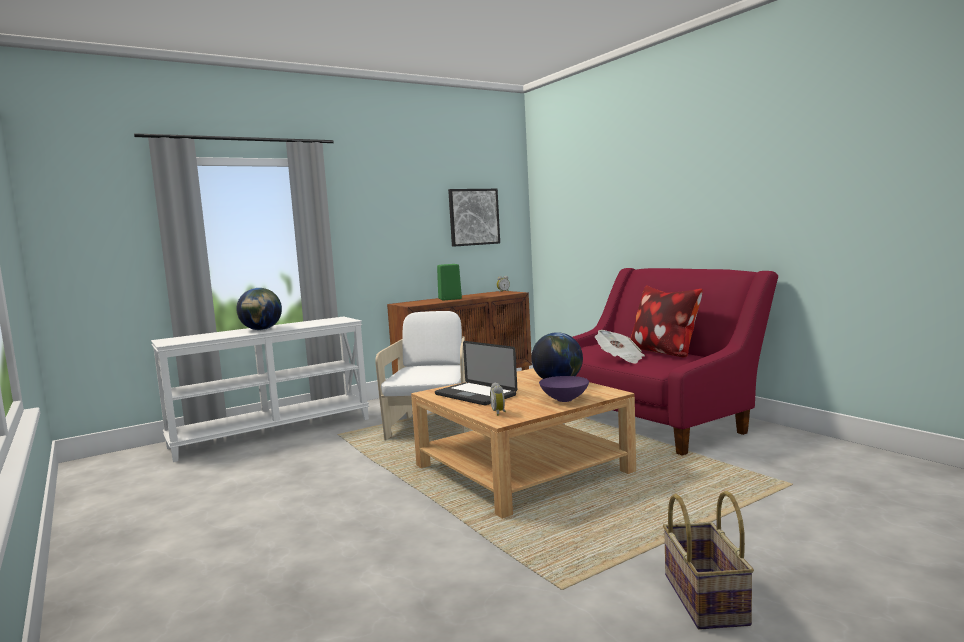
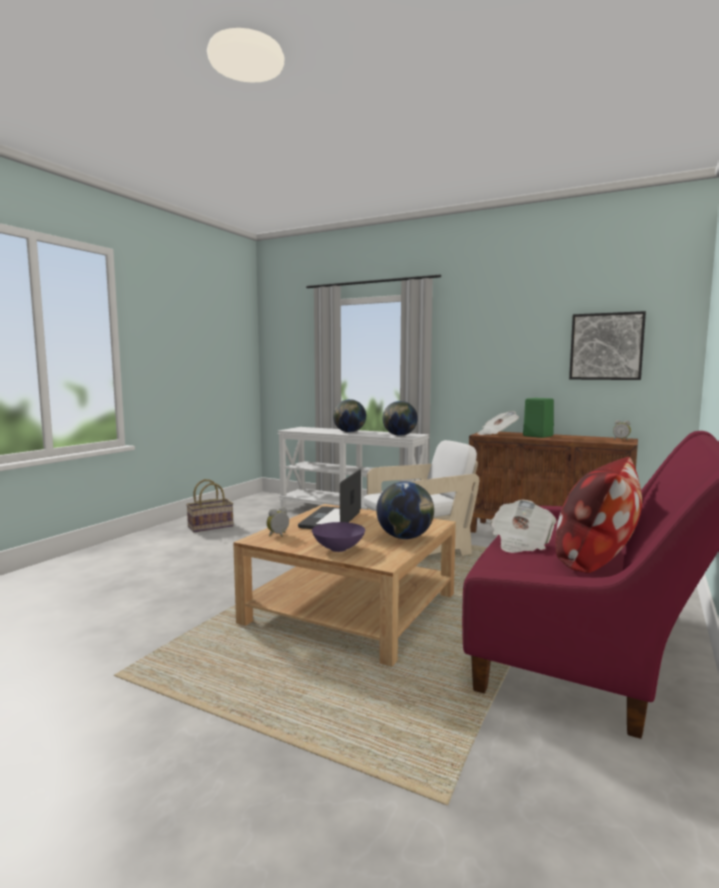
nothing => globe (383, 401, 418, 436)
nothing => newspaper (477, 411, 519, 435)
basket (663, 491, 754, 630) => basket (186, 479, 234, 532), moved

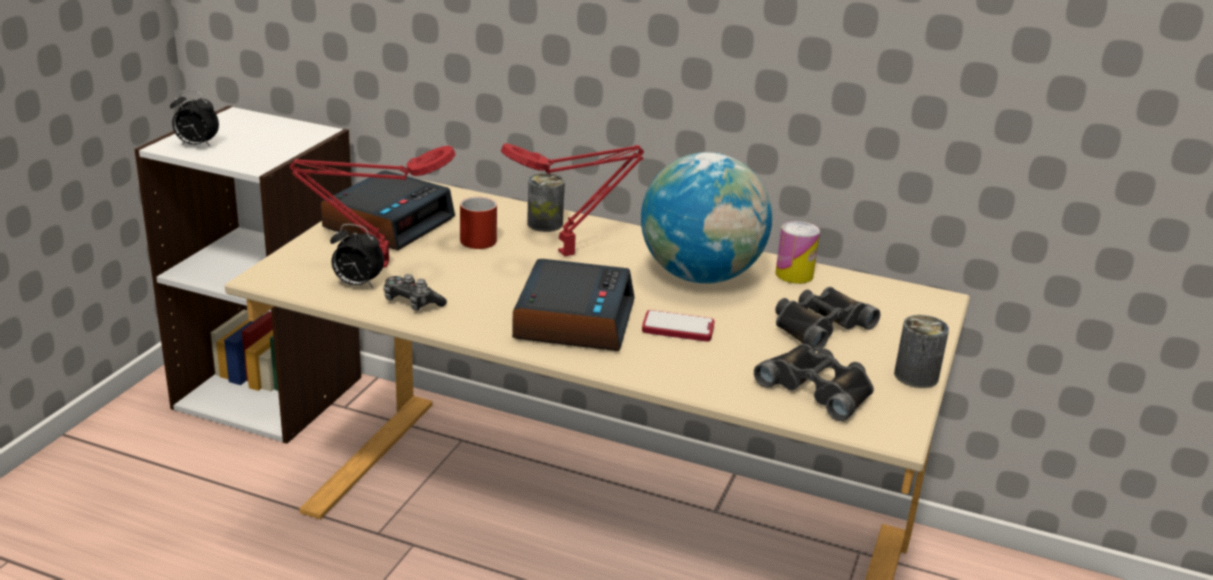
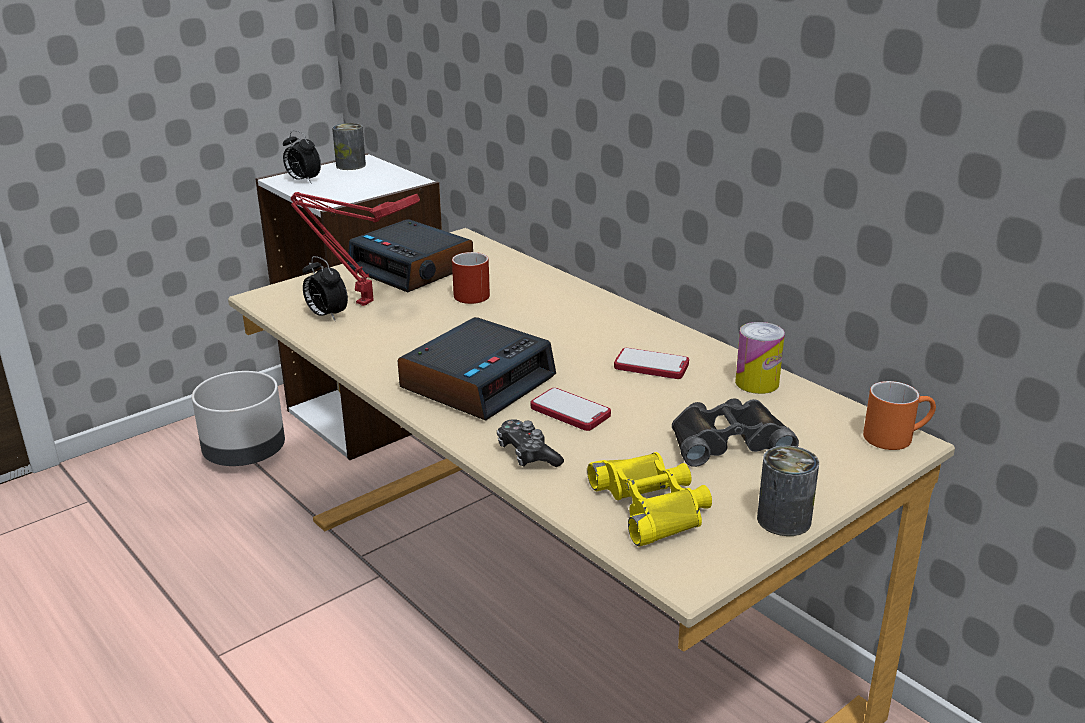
red table lamp (501, 143, 644, 256) => nothing
nothing => grey planter (192, 371, 285, 466)
nothing => orange mug (863, 381, 936, 450)
game controller (383, 274, 447, 311) => game controller (497, 419, 564, 467), moved
can (527, 173, 565, 232) => can (332, 123, 366, 170), moved
globe (641, 152, 772, 284) => phone (614, 348, 689, 379)
black binoculars (754, 344, 874, 421) => yellow binoculars (587, 452, 712, 546)
alarm clock (321, 171, 455, 250) => alarm clock (347, 219, 473, 293), 75 degrees clockwise

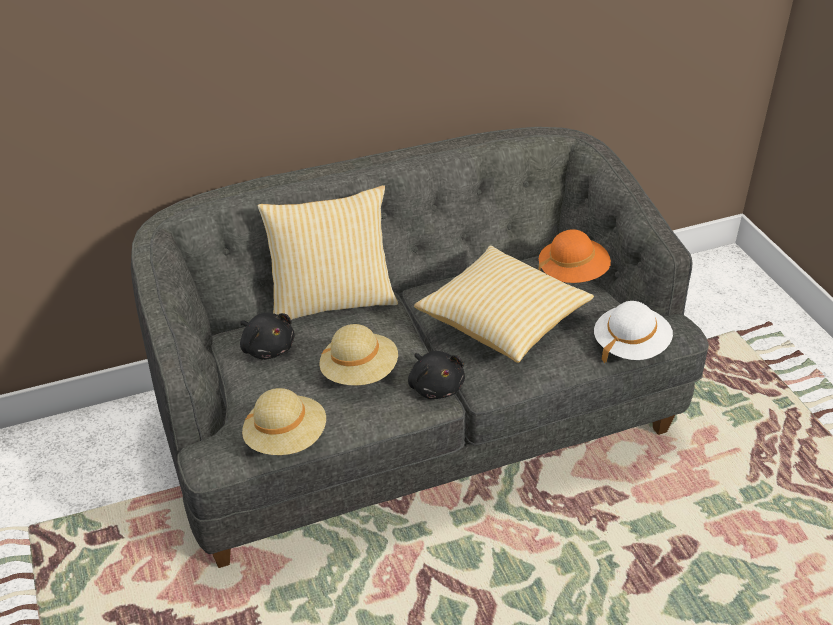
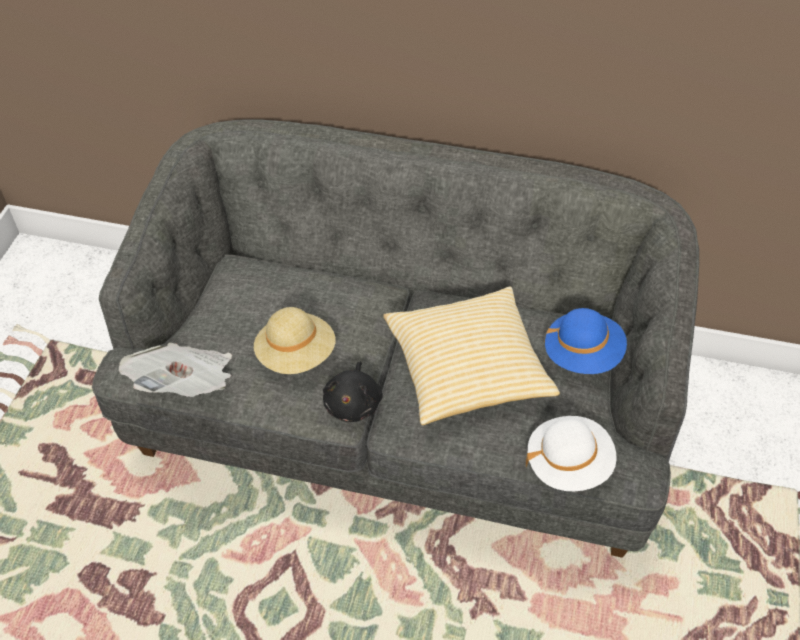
black plush toy (240, 313, 295, 360) => nothing
pillow (258, 185, 398, 320) => nothing
beige hat (242, 388, 326, 455) => newspaper (119, 343, 232, 397)
orange hat (538, 229, 611, 283) => blue hat (544, 308, 627, 374)

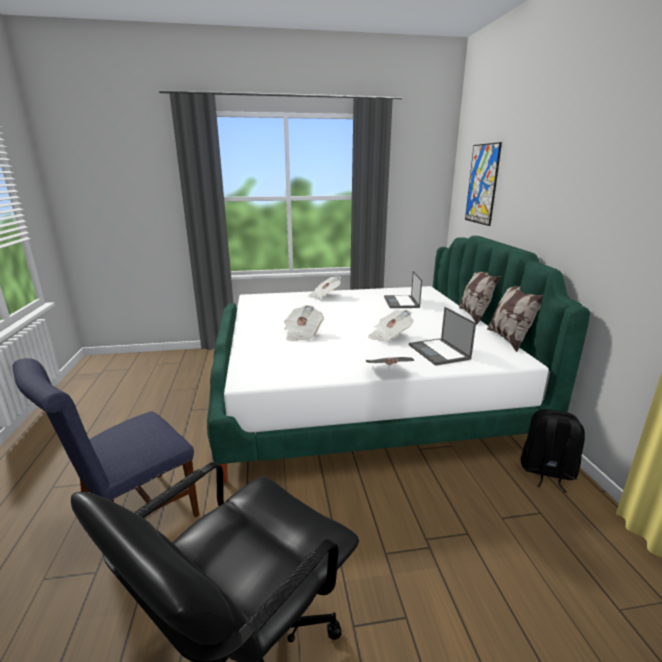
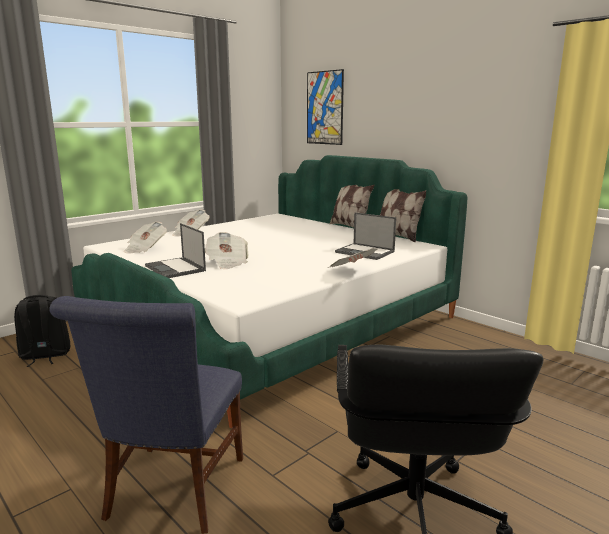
newspaper (368, 310, 413, 342) => newspaper (124, 222, 167, 254), moved
laptop (384, 271, 422, 308) => laptop (145, 223, 206, 278), moved
black backpack (520, 409, 585, 493) => black backpack (14, 295, 70, 367), moved

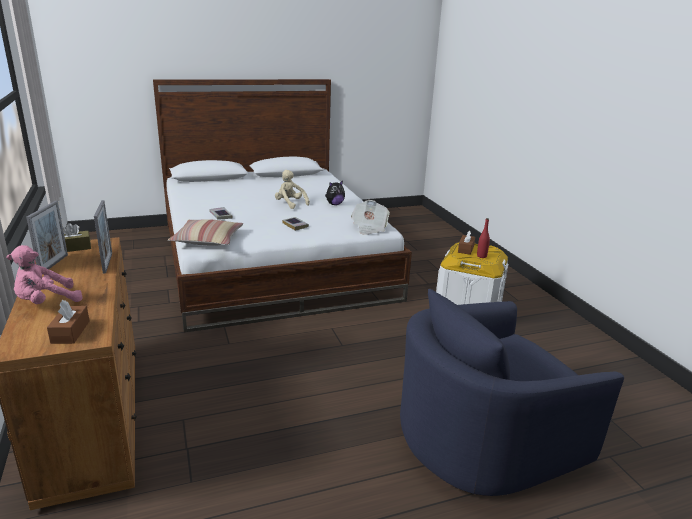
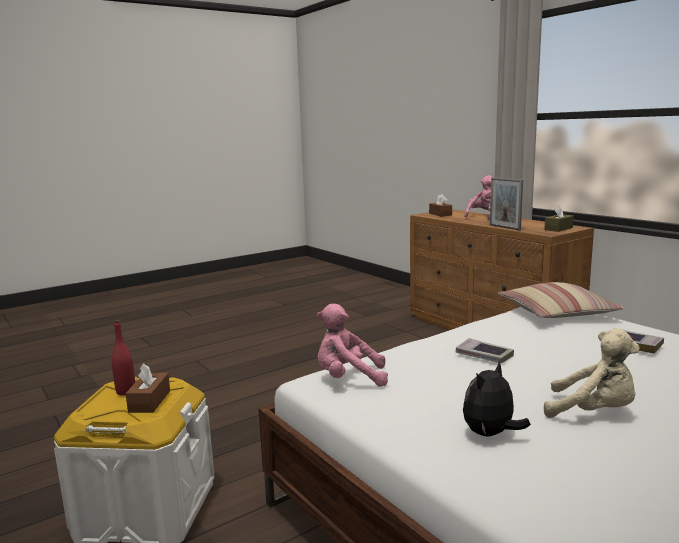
picture frame (26, 201, 68, 269) => nothing
blue armchair (400, 289, 624, 496) => nothing
newspaper (351, 200, 390, 235) => pink plush toy (317, 304, 388, 387)

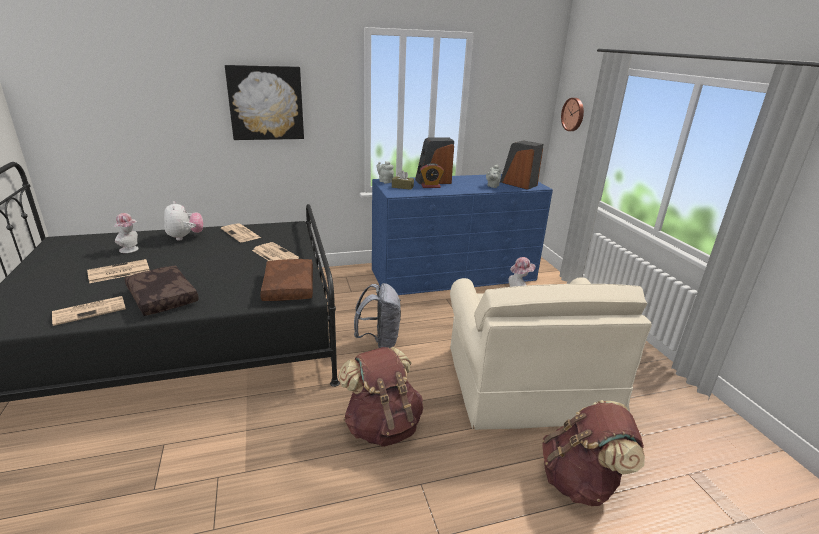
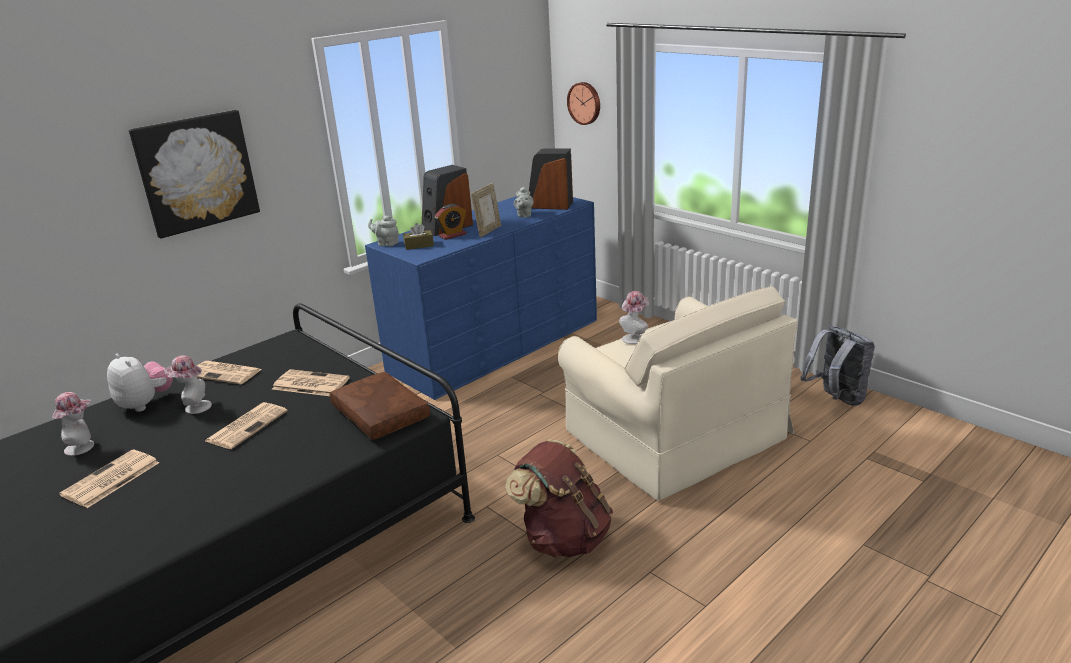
brown pillow (125, 265, 199, 316) => nothing
brown backpack (542, 400, 645, 506) => nothing
nothing => hat (164, 356, 212, 414)
nothing => picture frame (471, 183, 501, 237)
newspaper (52, 296, 126, 326) => newspaper (205, 402, 288, 449), moved
grey backpack (354, 283, 401, 348) => grey backpack (801, 325, 875, 406), moved

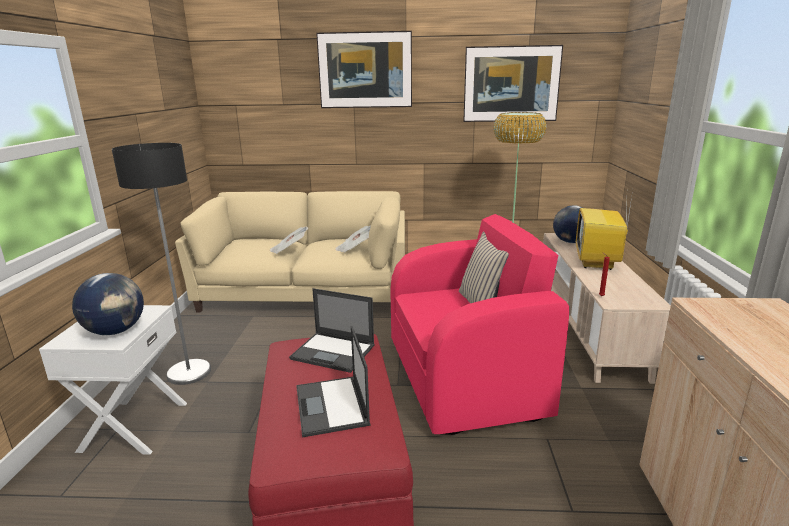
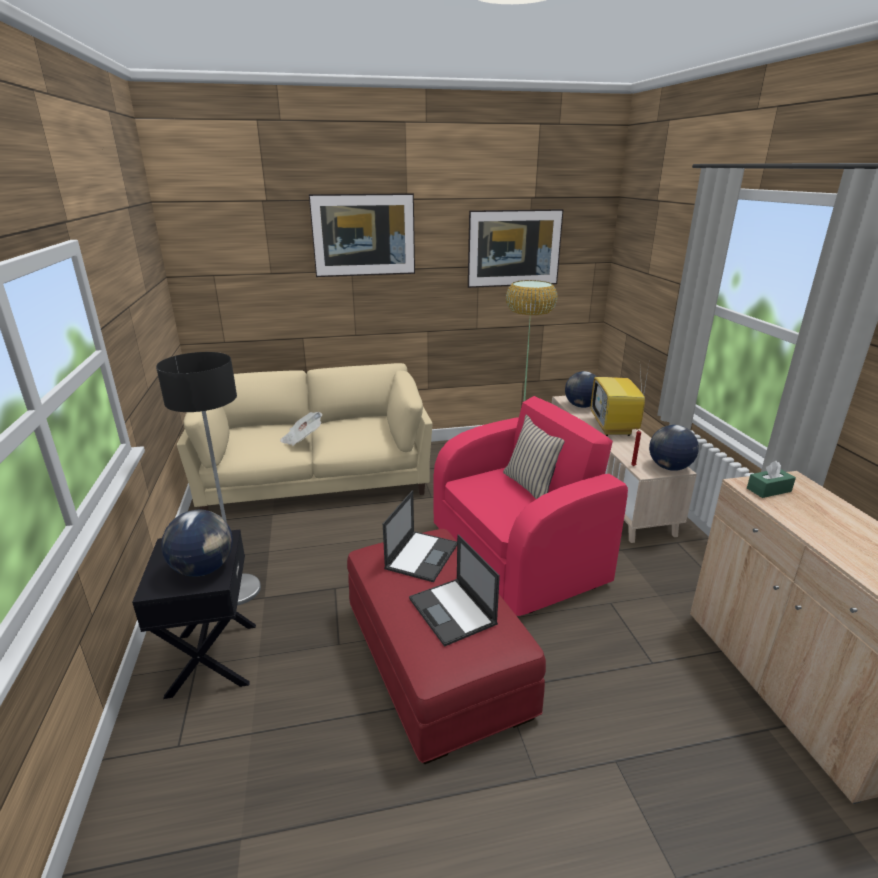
newspaper (335, 225, 371, 253) => nothing
nothing => globe (649, 425, 699, 471)
nothing => green tissue box (747, 461, 796, 498)
white nightstand (39, 305, 187, 455) => black nightstand (132, 530, 256, 699)
laptop (289, 288, 375, 373) => laptop (383, 490, 457, 582), 75 degrees counterclockwise

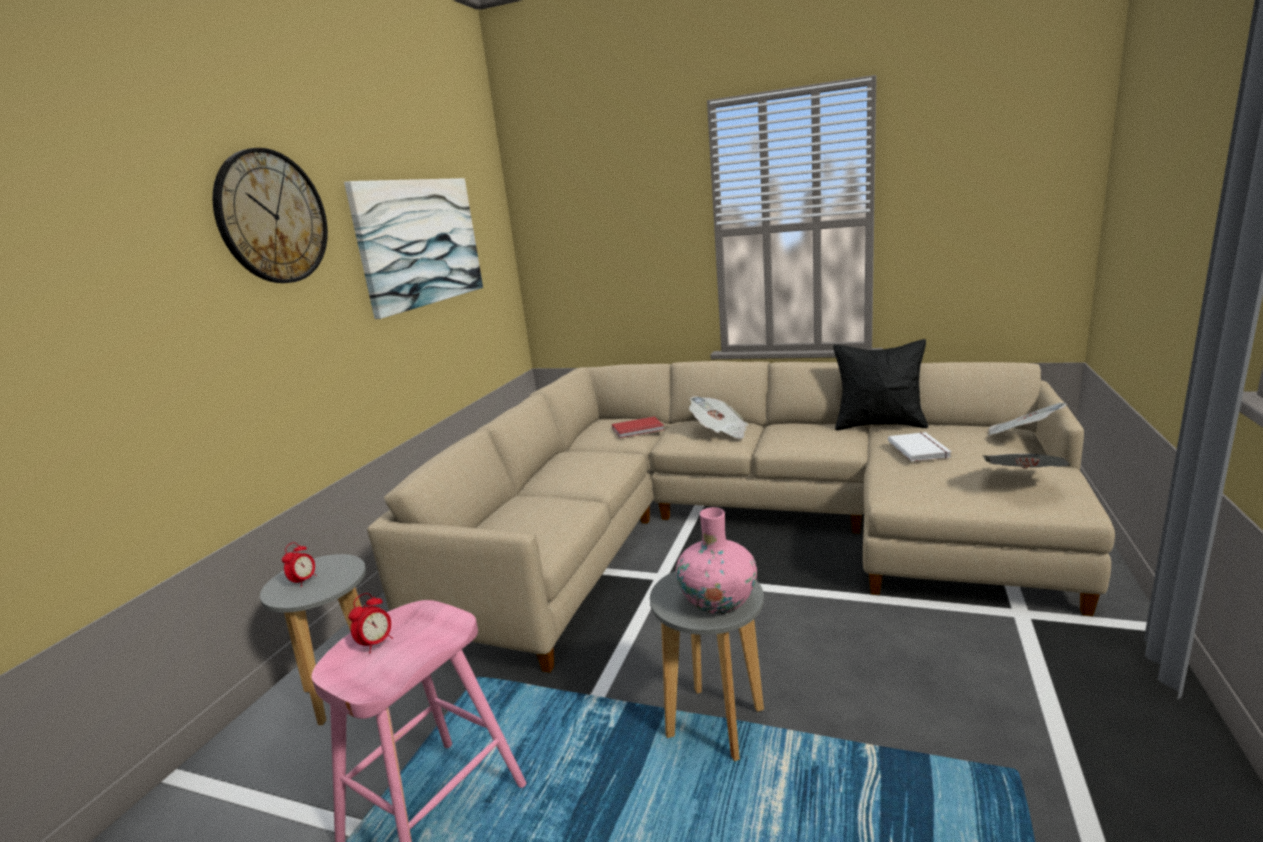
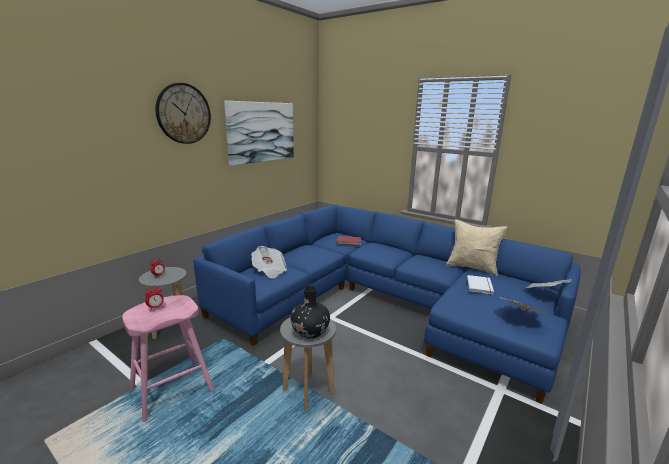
newspaper (689, 396, 748, 439) => newspaper (251, 246, 287, 279), moved
beige sofa (367, 361, 1115, 673) => blue sofa (193, 205, 581, 403)
pink vase (676, 507, 757, 614) => black vase (290, 286, 330, 339)
black pillow (833, 339, 928, 431) => beige pillow (446, 219, 507, 276)

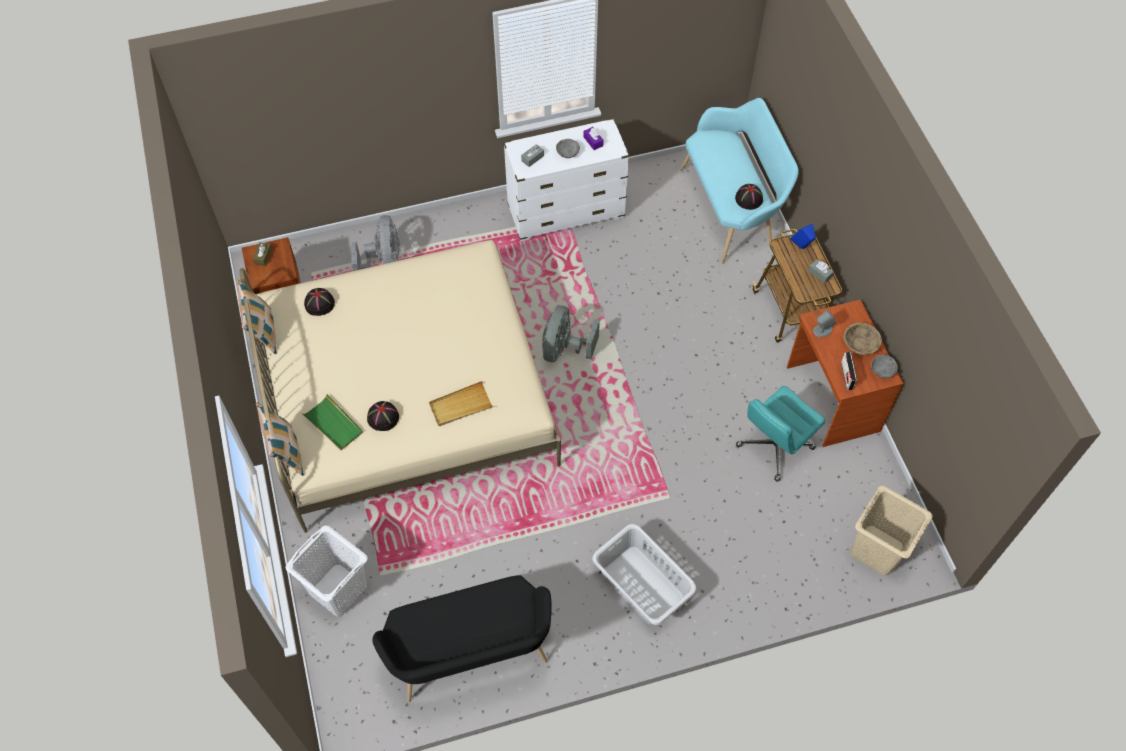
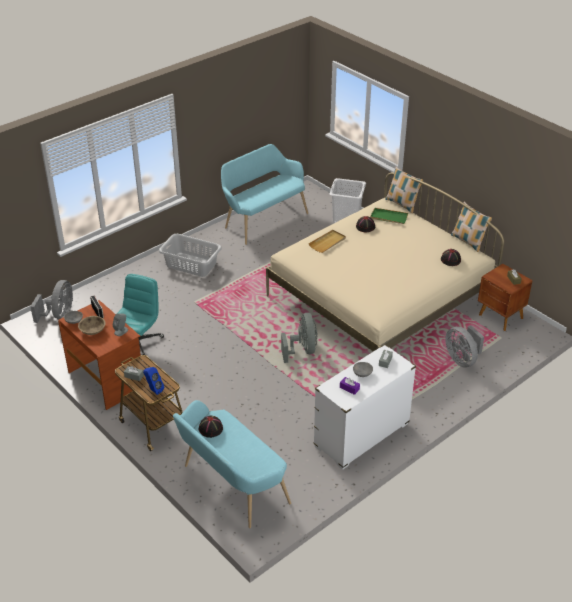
beige laundry basket (850, 485, 933, 576) => grey fan (30, 280, 73, 323)
black bench (372, 575, 552, 702) => turquoise bench (221, 144, 308, 245)

